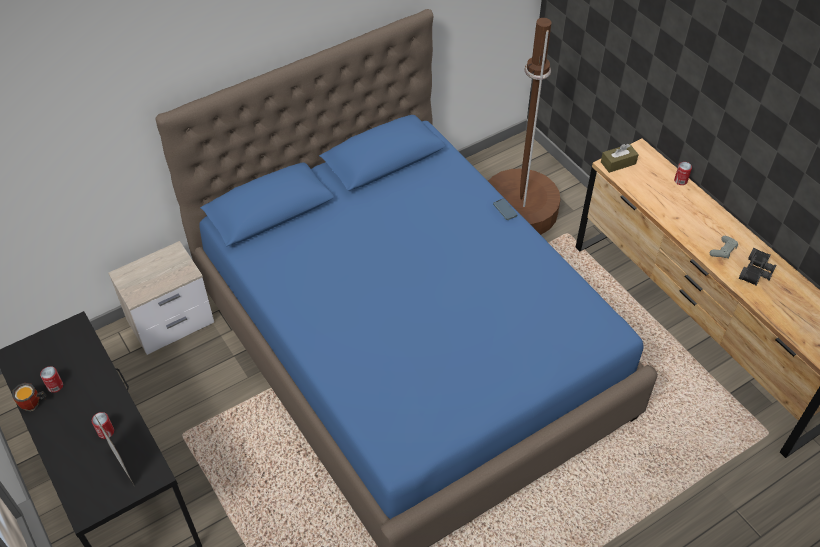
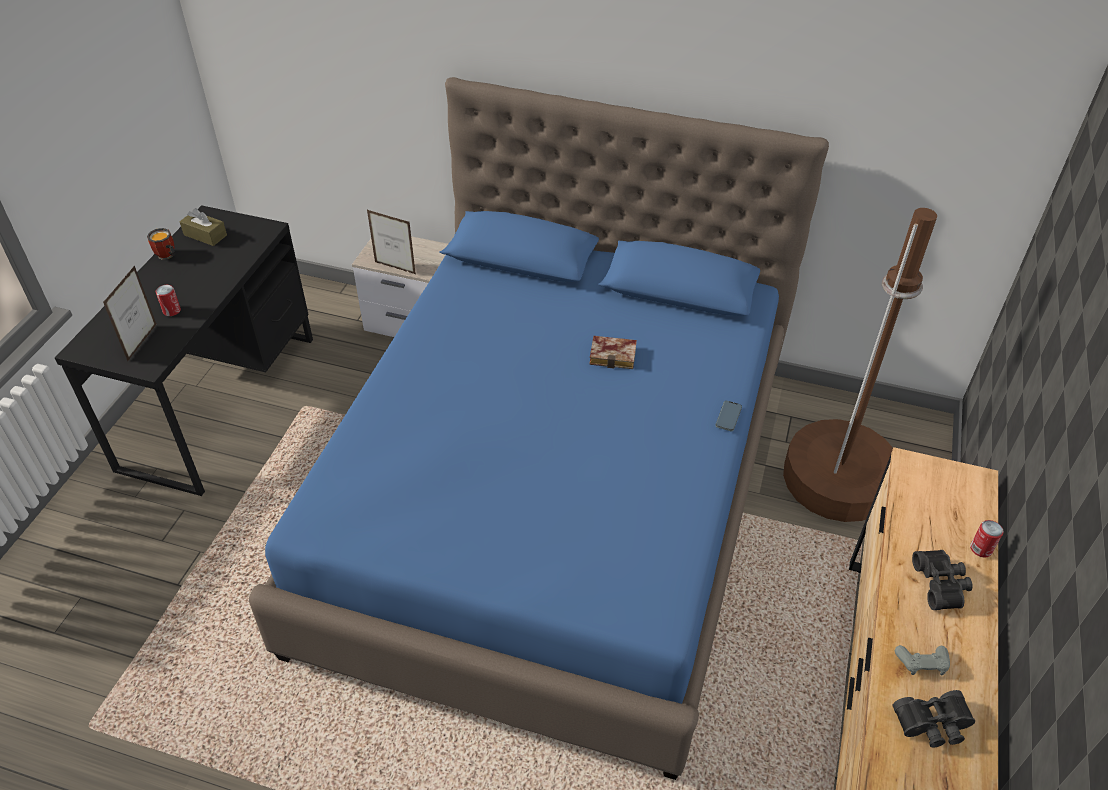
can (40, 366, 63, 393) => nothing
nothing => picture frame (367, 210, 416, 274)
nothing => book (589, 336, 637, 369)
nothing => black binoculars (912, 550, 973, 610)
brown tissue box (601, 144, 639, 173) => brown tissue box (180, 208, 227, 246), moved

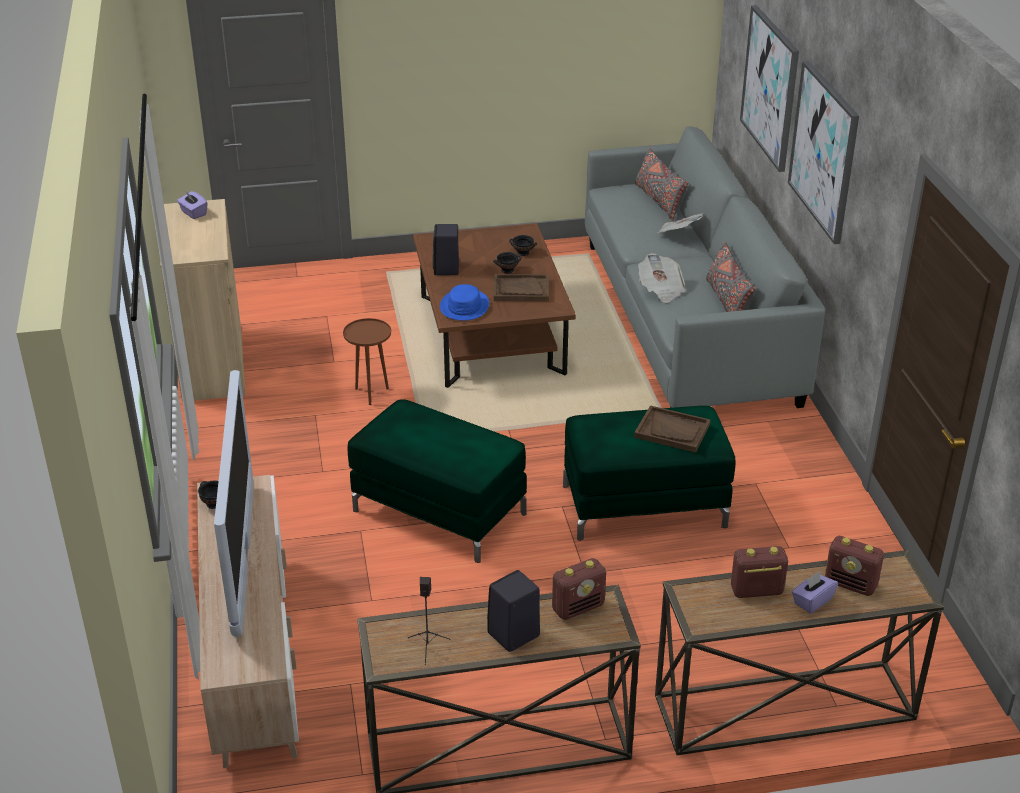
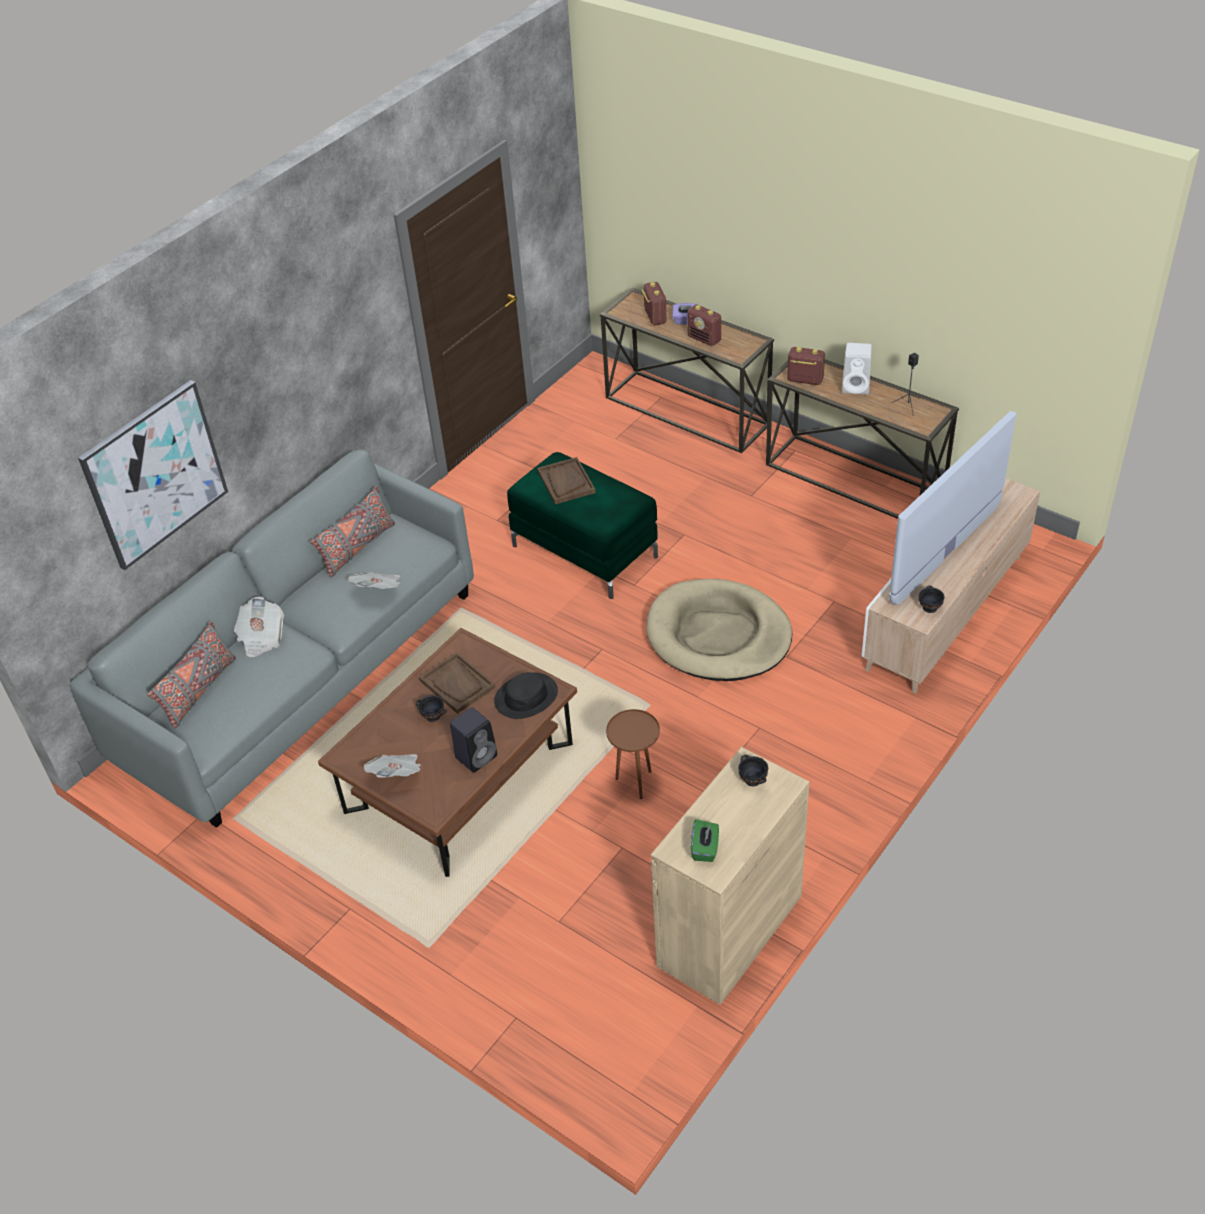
picture (788, 61, 859, 244) => nothing
nothing => newspaper (364, 754, 421, 778)
black bowl (509, 235, 537, 256) => black bowl (738, 755, 768, 786), moved
green ottoman (348, 399, 527, 563) => beige dog bed (646, 579, 792, 681)
purple tissue box (177, 191, 207, 219) => green tissue box (691, 819, 719, 862)
blue hat (440, 284, 489, 321) => black hat (494, 672, 558, 719)
black speaker (487, 570, 540, 652) => white speaker (842, 343, 872, 394)

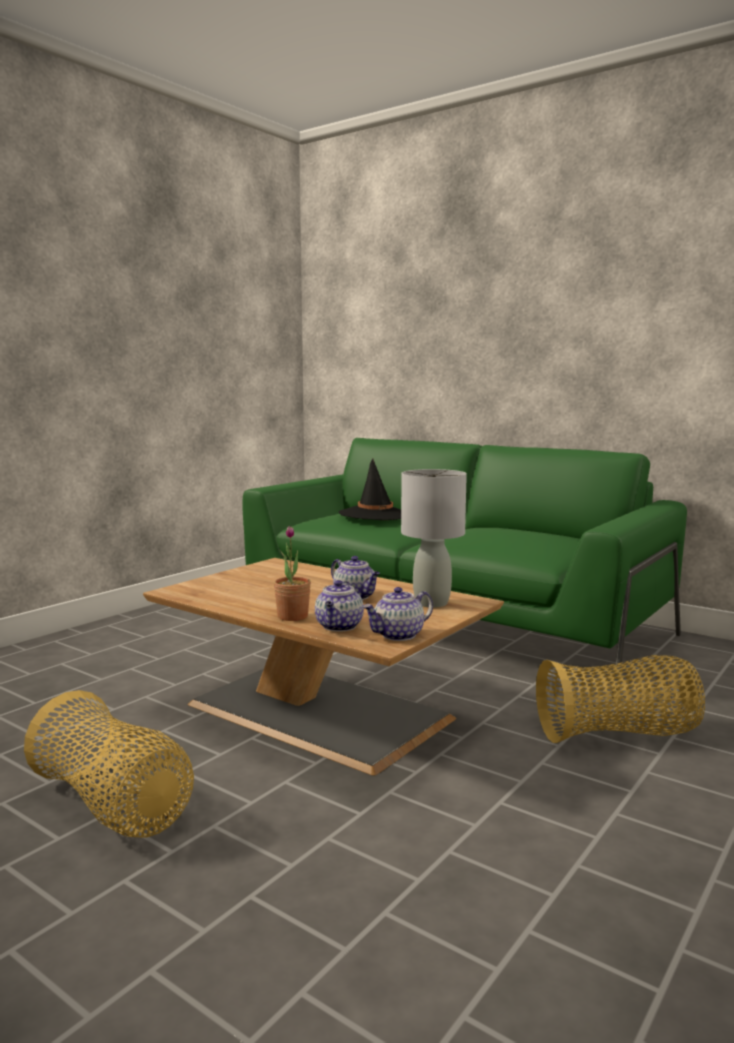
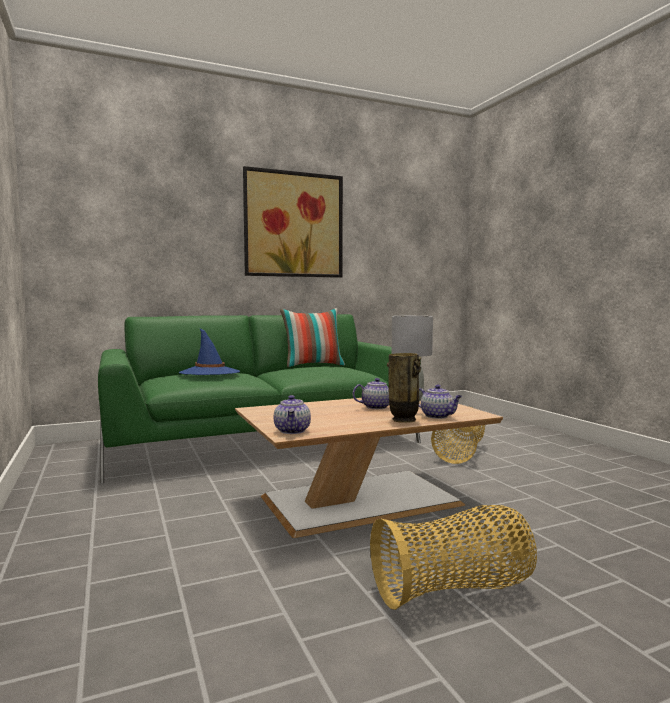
nothing => picture (243, 166, 343, 278)
nothing => pillow (280, 308, 345, 367)
teapot (363, 587, 433, 641) => teapot (274, 395, 311, 434), moved
potted plant (274, 526, 311, 621) => vase (387, 353, 421, 423)
black hat (339, 459, 401, 520) => blue hat (179, 328, 240, 375)

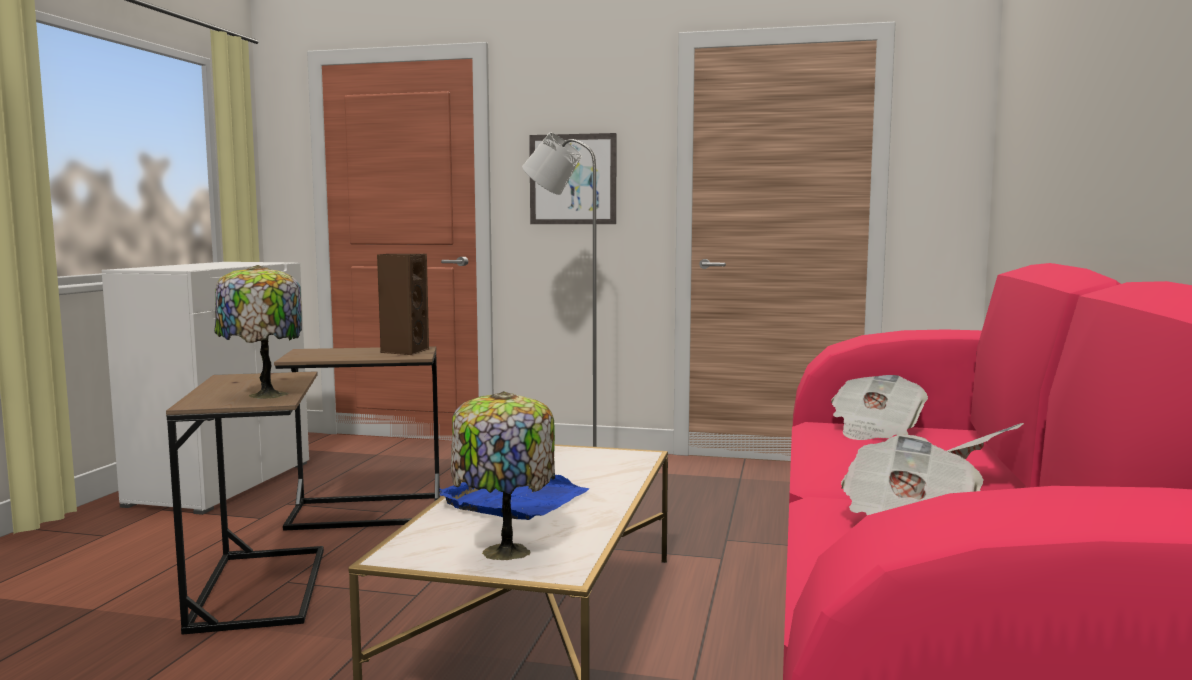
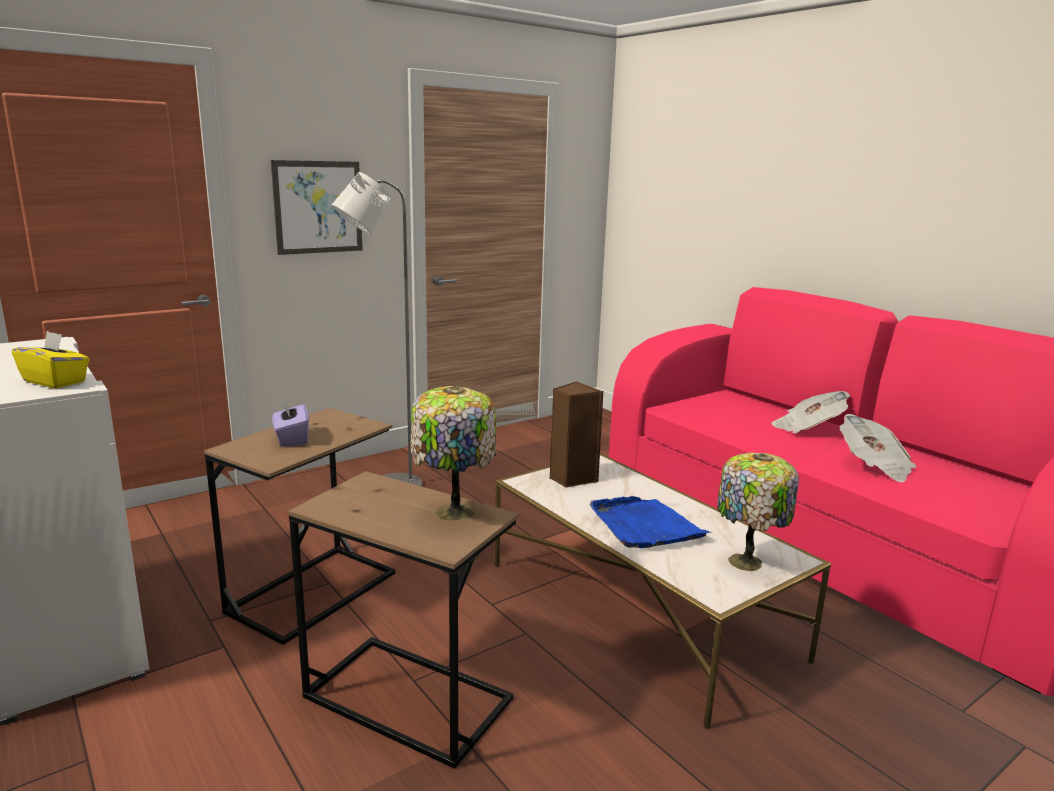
newspaper (831, 375, 928, 440) => nothing
nothing => yellow tissue box (12, 331, 89, 389)
nothing => purple tissue box (272, 399, 309, 447)
brown speaker (377, 254, 429, 355) => brown speaker (550, 381, 604, 487), moved

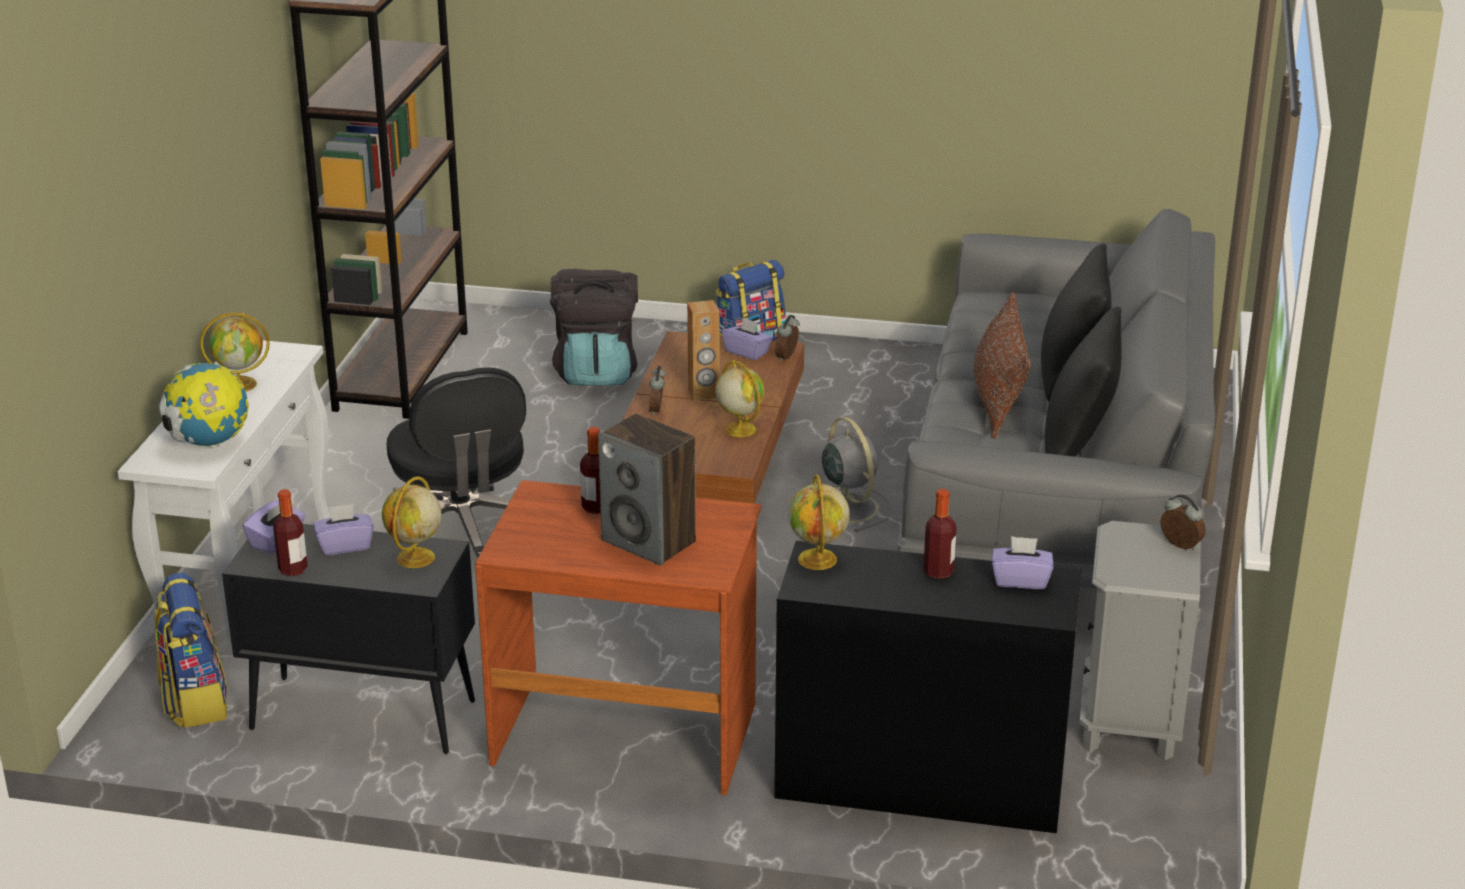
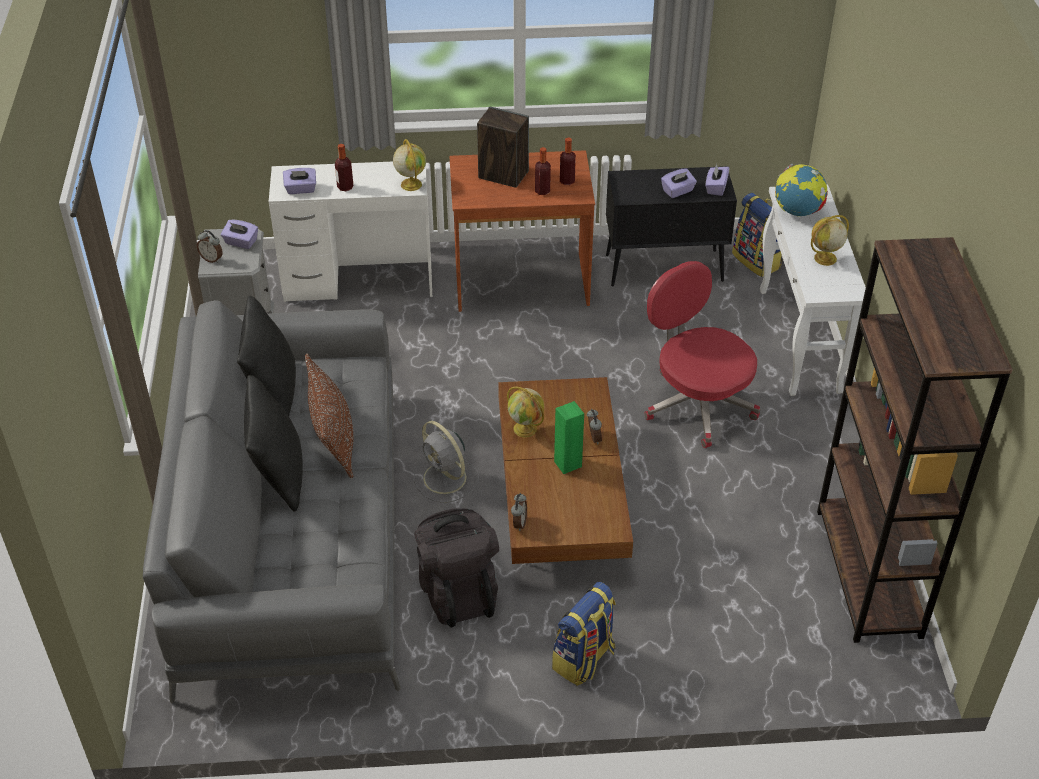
globe (382, 476, 441, 568) => nothing
bottle (273, 489, 308, 576) => bottle (560, 138, 576, 185), moved
black backpack (550, 269, 638, 386) => black backpack (414, 508, 499, 627), moved
purple tissue box (722, 317, 772, 360) => purple tissue box (221, 220, 258, 249), moved
black office chair (387, 367, 526, 561) => red office chair (645, 261, 760, 448)
brown speaker (687, 300, 720, 401) => green speaker (554, 401, 584, 474)
black desk (774, 541, 1082, 833) => white desk (268, 162, 432, 302)

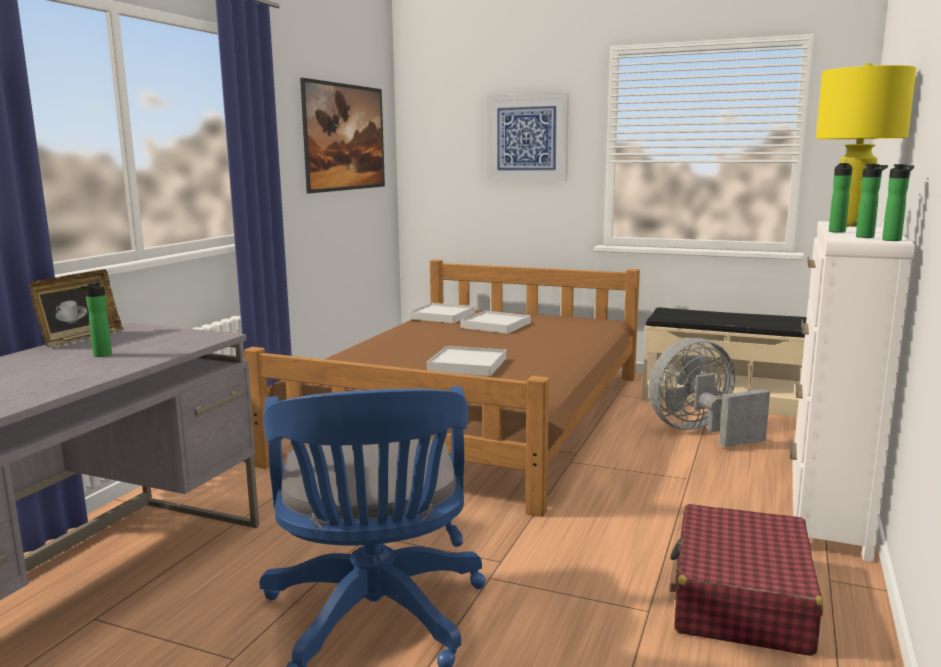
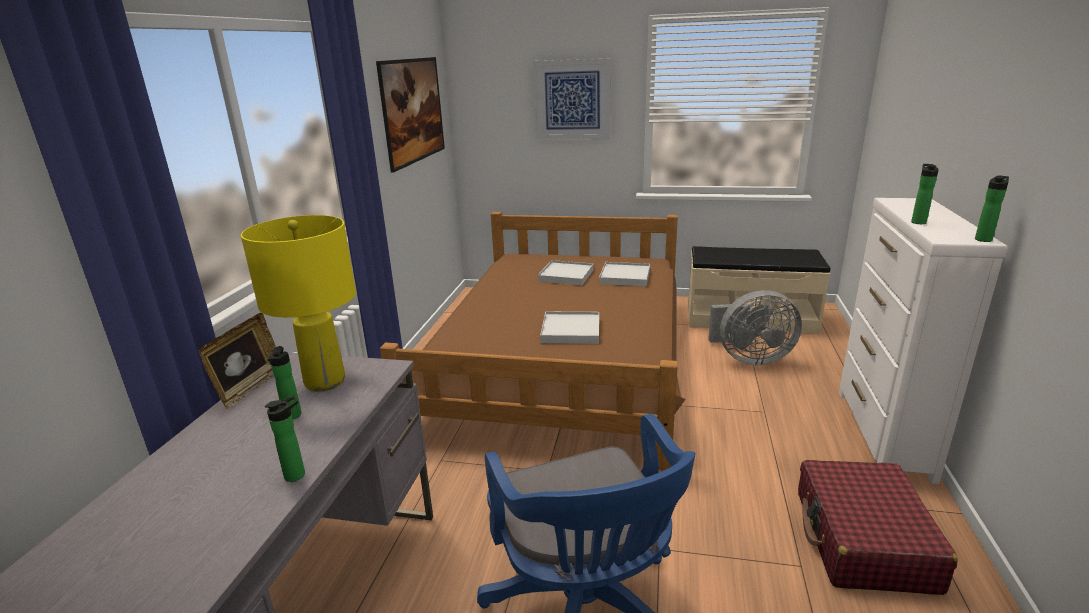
white tray (409, 303, 475, 323) => white tray (599, 262, 650, 286), moved
yellow table lamp (816, 63, 916, 227) => yellow table lamp (241, 215, 356, 392), moved
bottle (856, 164, 888, 238) => bottle (265, 396, 305, 482), moved
grey fan (649, 338, 770, 447) => grey fan (708, 290, 802, 366), 150 degrees counterclockwise

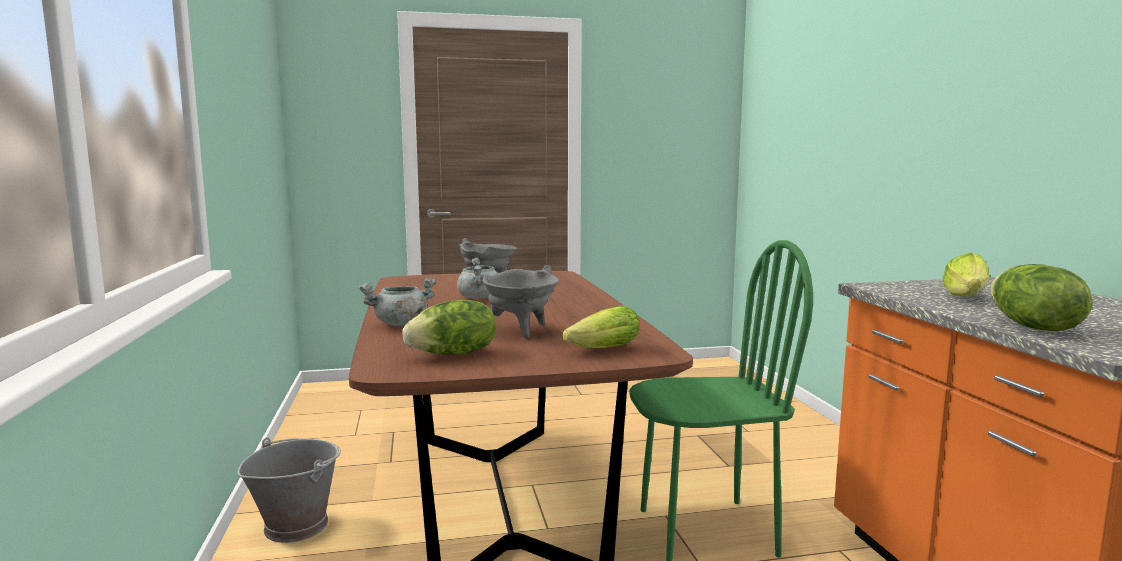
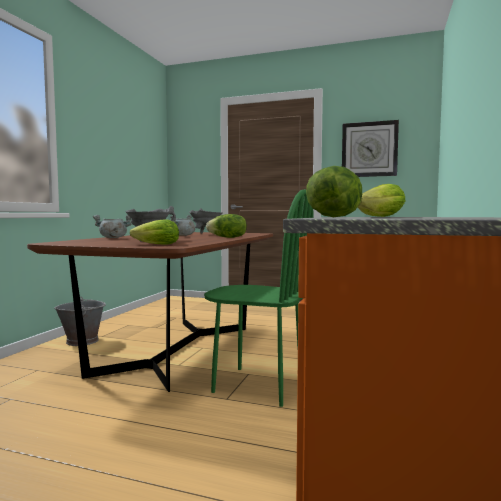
nothing => wall clock (342, 120, 399, 177)
lettuce (402, 300, 496, 355) => lettuce (206, 214, 247, 238), moved

